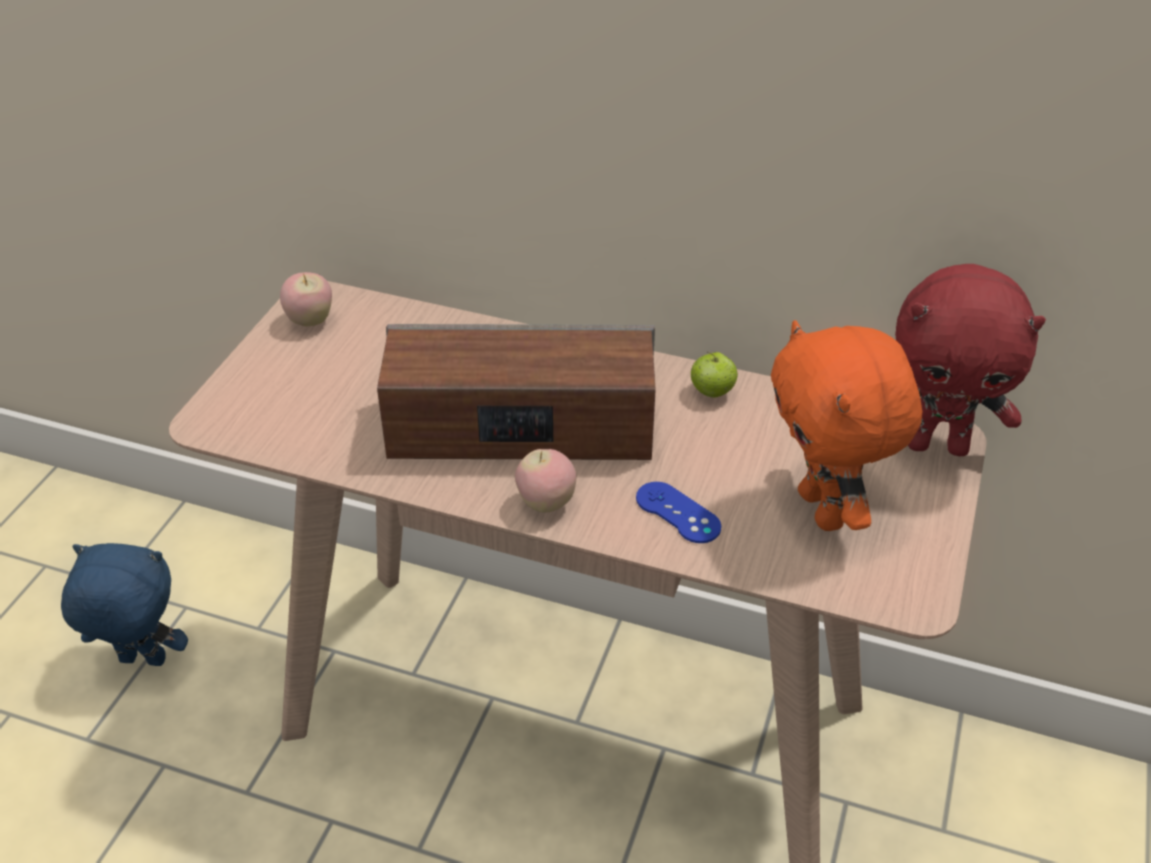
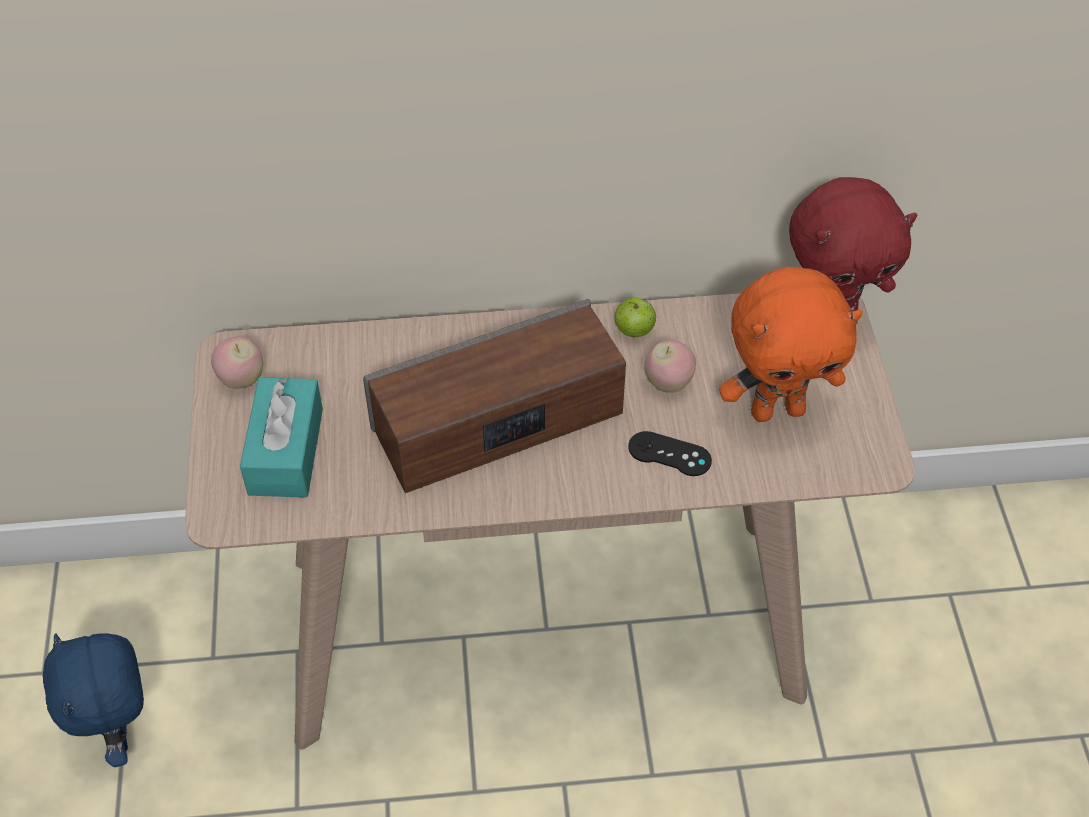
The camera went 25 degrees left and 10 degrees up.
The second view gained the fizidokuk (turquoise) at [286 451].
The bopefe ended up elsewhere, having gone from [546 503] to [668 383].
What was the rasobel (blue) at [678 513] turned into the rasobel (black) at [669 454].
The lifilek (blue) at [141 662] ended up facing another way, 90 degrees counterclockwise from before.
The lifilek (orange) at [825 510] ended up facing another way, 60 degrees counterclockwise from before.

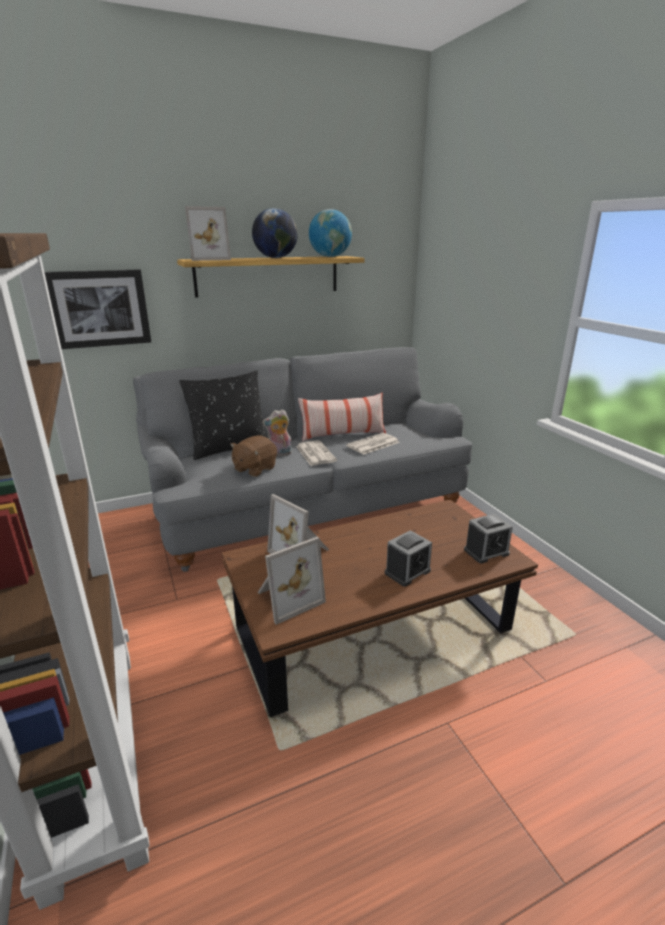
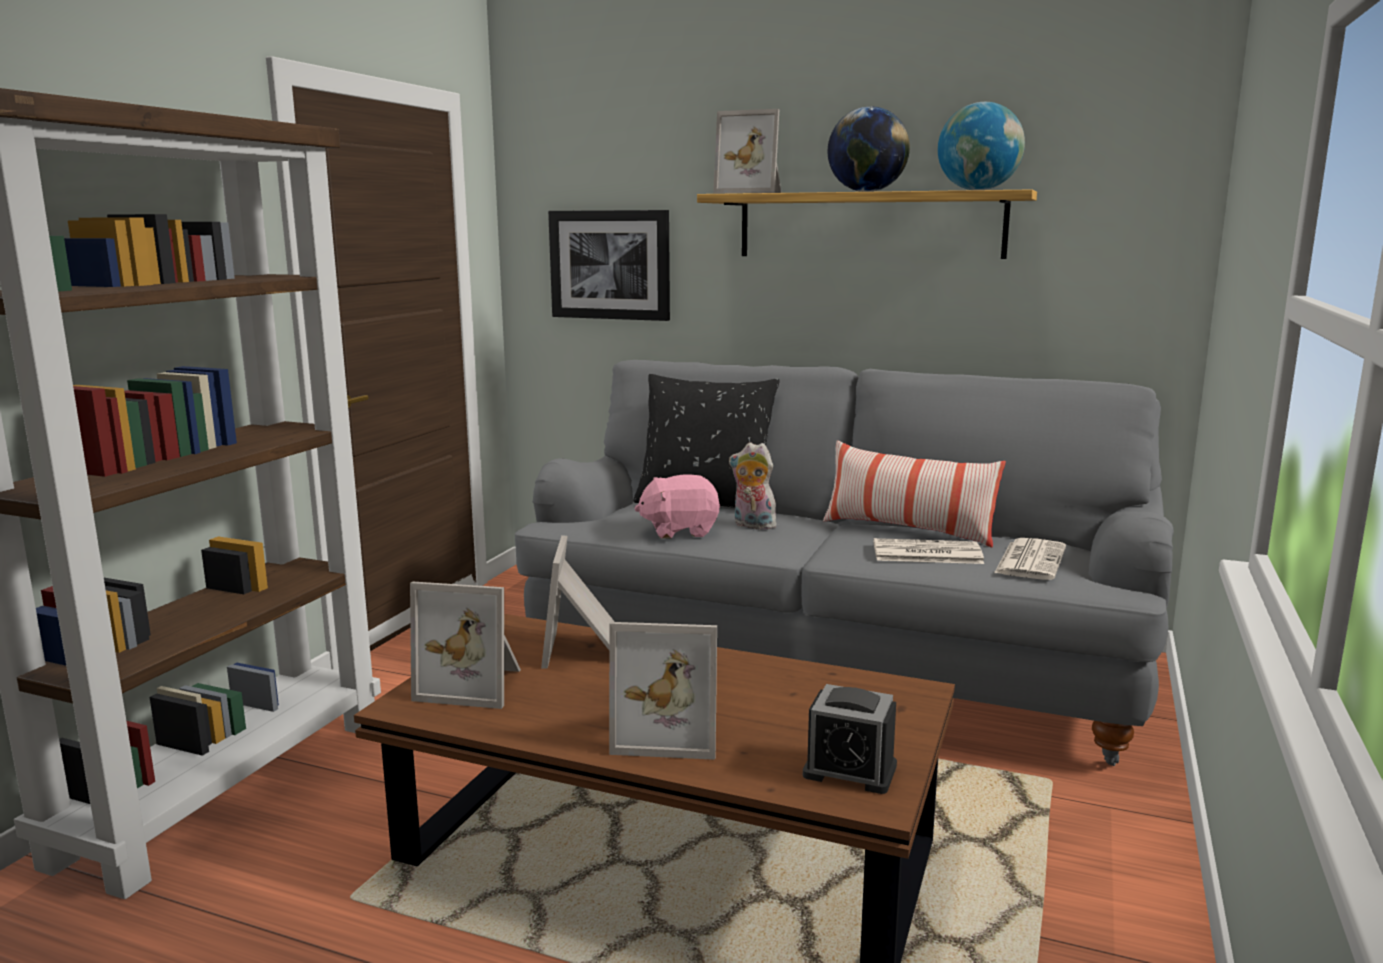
The camera went 45 degrees right and 10 degrees down.
The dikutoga ended up elsewhere, having gone from [315 453] to [1030 560].
Where the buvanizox stood at [407 572], the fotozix came to stand at [668 732].
What was the lifilek (brown) at [254 469] turned into the lifilek (pink) at [679 531].

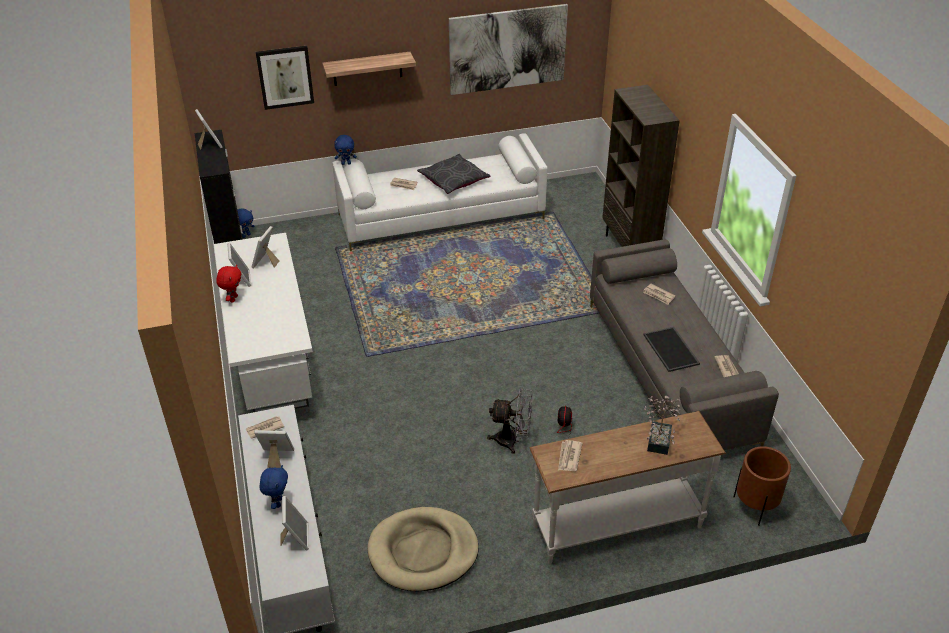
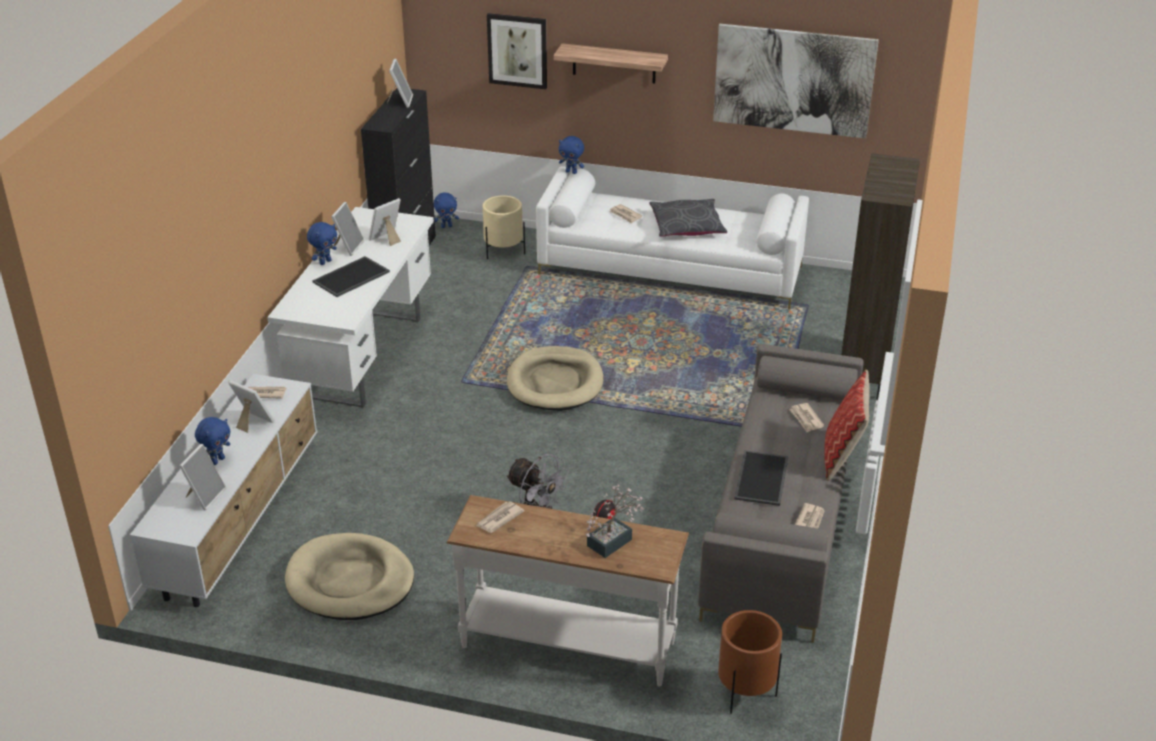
The camera went 30 degrees right and 5 degrees down.
The second view gained the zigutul at [351 278].
The second view gained the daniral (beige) at [503 251].
The second view gained the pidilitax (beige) at [555 383].
The second view gained the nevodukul at [842 456].
What was the lifilek (red) at [233 299] turned into the lifilek (blue) at [325 262].

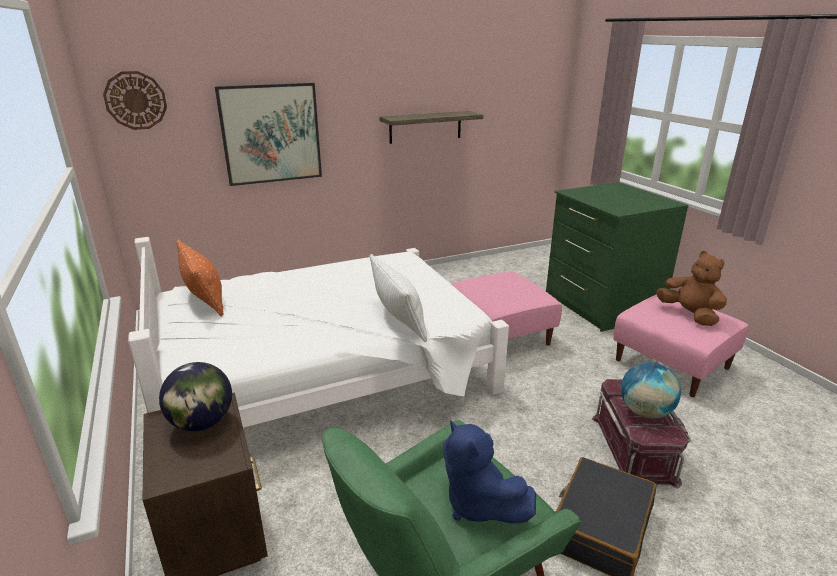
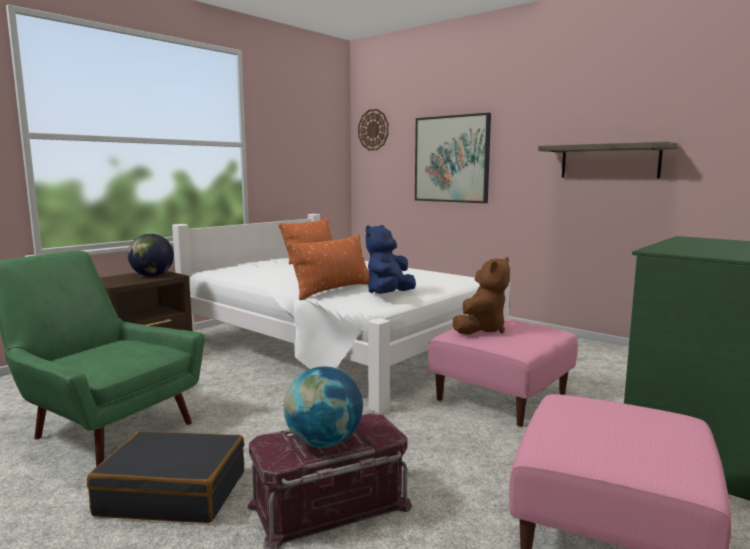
The camera went 65 degrees right and 15 degrees down.
The lifilek (blue) ended up elsewhere, having gone from [478 504] to [389 295].
The lifilek (brown) ended up elsewhere, having gone from [689 315] to [481 329].
What was the nevodukul (white) at [398 319] turned into the nevodukul (orange) at [333 290].

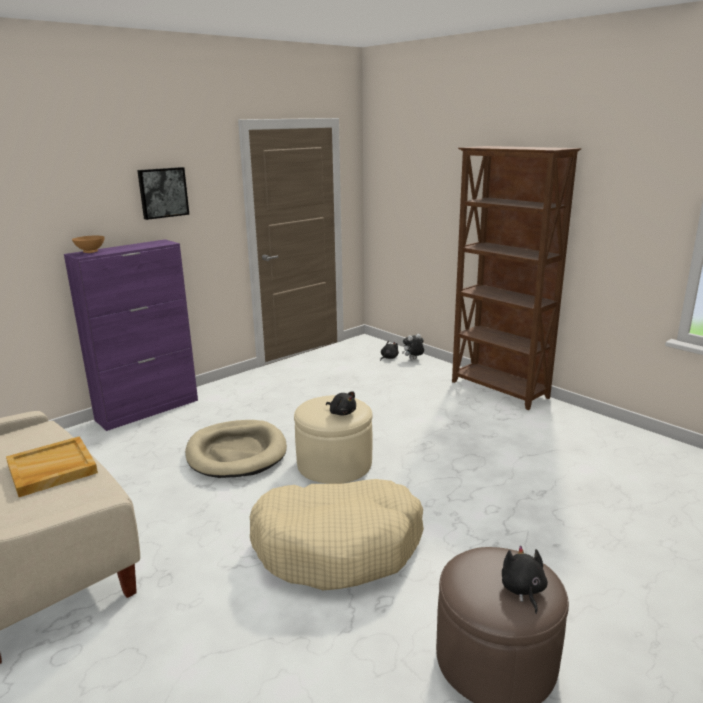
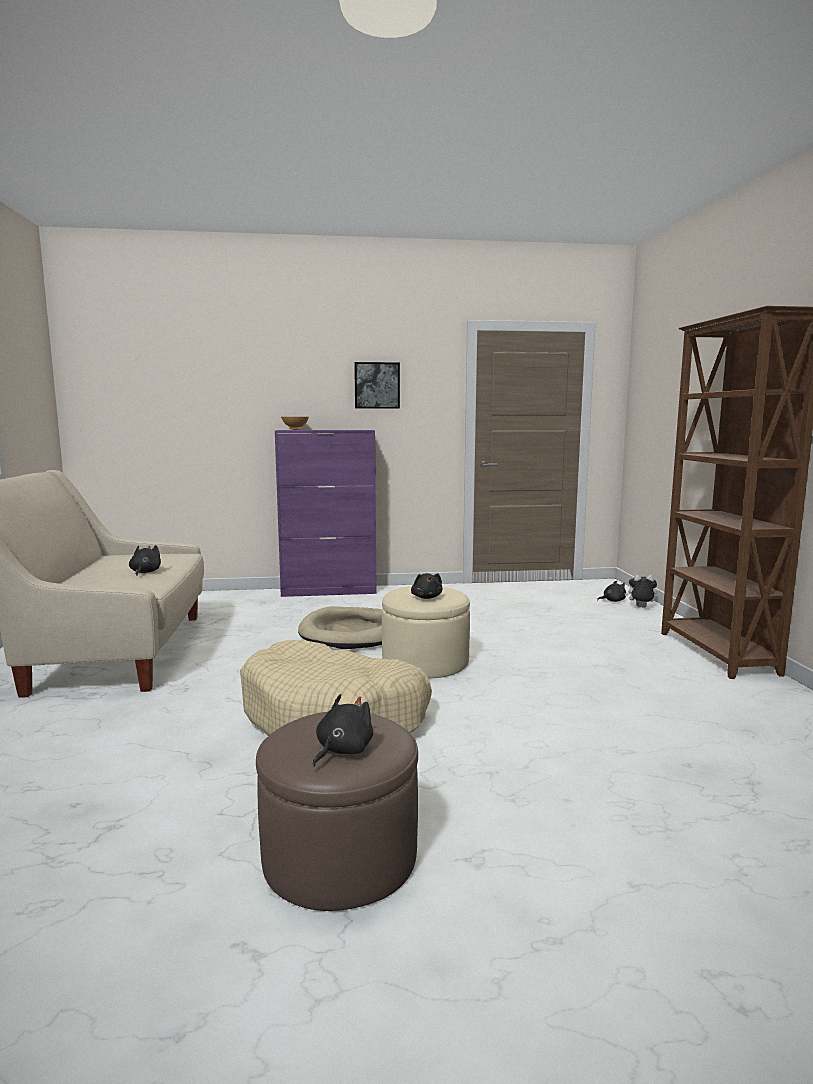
The camera went 35 degrees right and 10 degrees down.
Where the zigutul (beige) stood at [51 469], the lifilek (black) came to stand at [145 572].

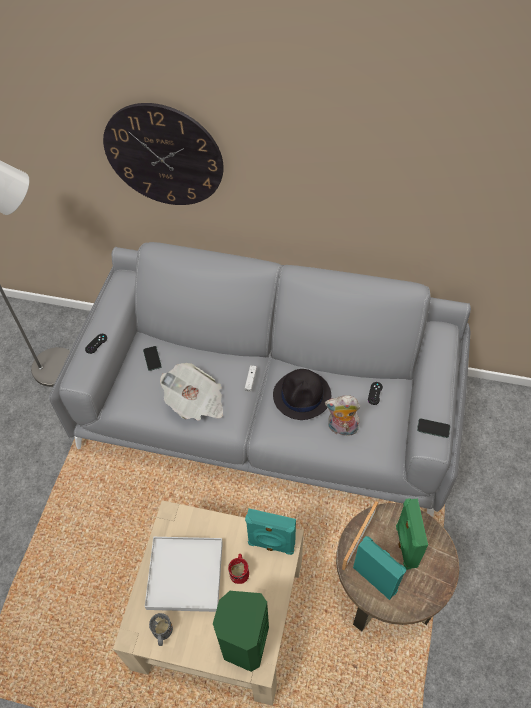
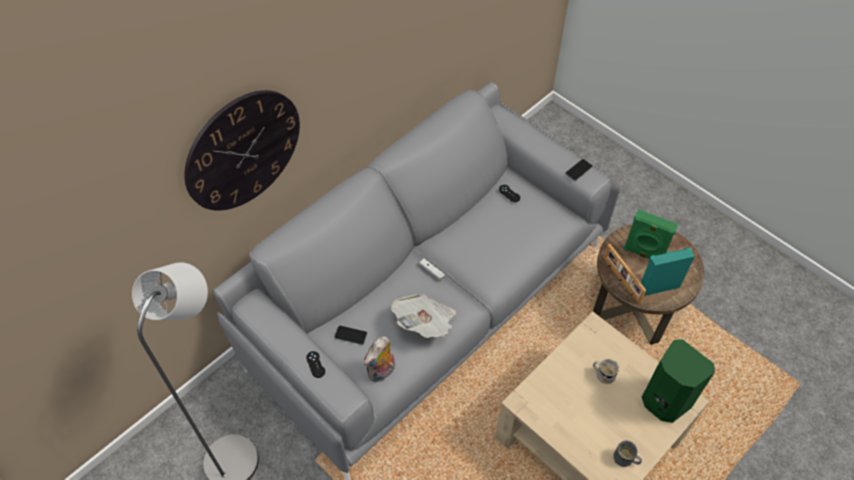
The camera went 60 degrees left and 0 degrees up.
The second view lost the zigutul (white) at [185 574].
The second view lost the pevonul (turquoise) at [271 545].
The second view lost the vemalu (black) at [302 395].
The lifilek ended up elsewhere, having gone from [341 429] to [382 372].
What was the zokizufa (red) at [240 571] turned into the zokizufa (white) at [602 374].

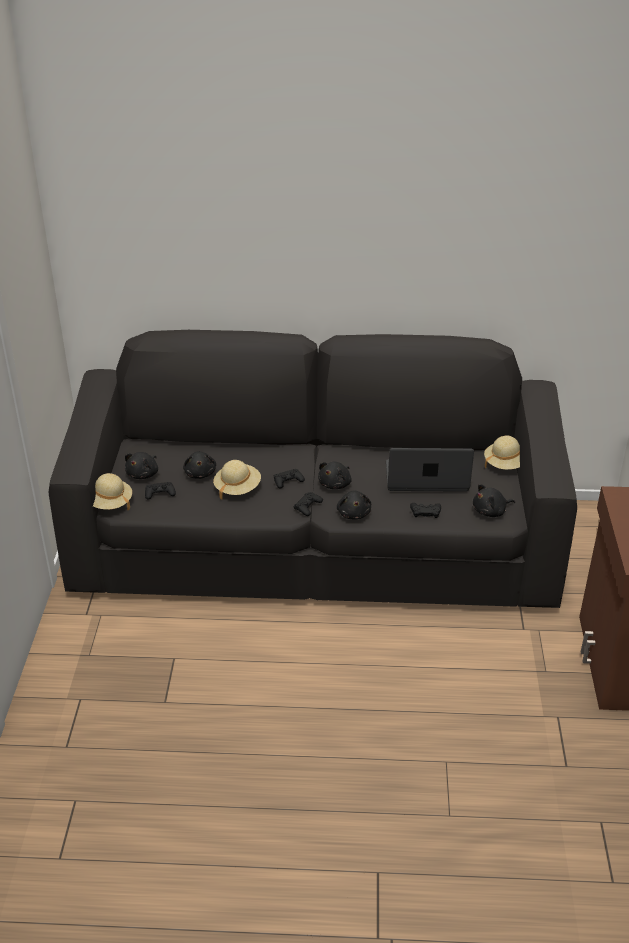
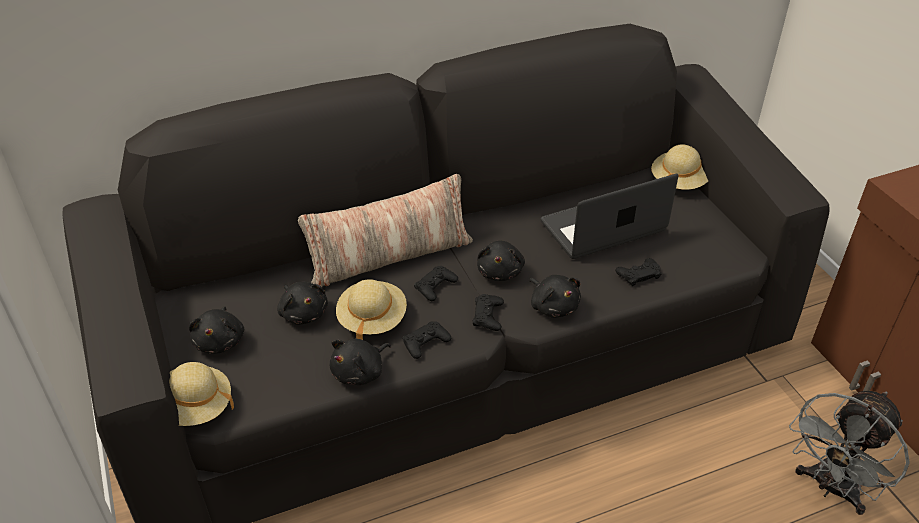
The camera went 25 degrees left and 5 degrees up.
The second view gained the nevodukul at [389 257].
The second view gained the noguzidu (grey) at [831 488].
The rasobel (black) ended up elsewhere, having gone from [160 493] to [425 343].
The lifilek (black) ended up elsewhere, having gone from [491 511] to [360 372].

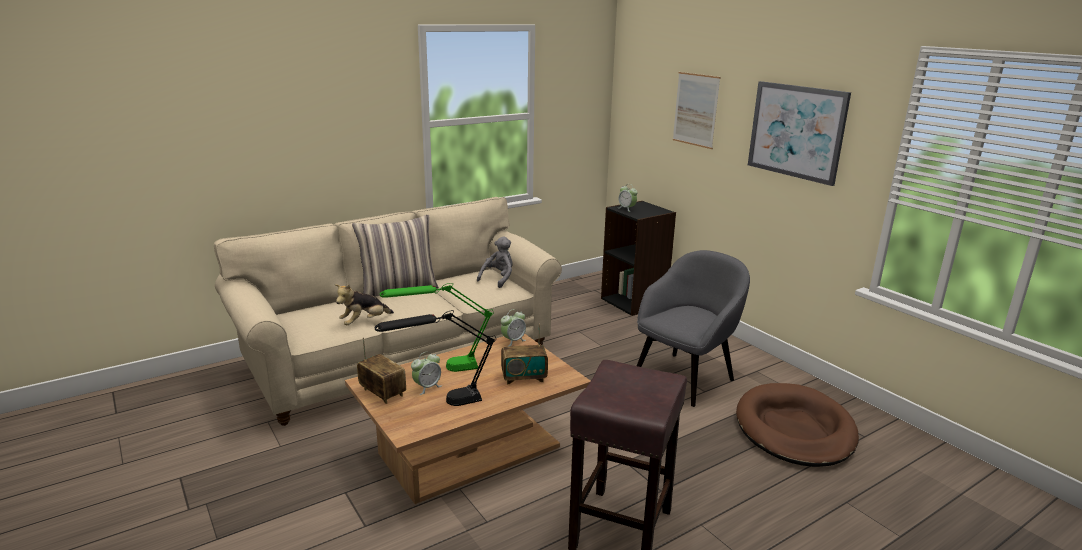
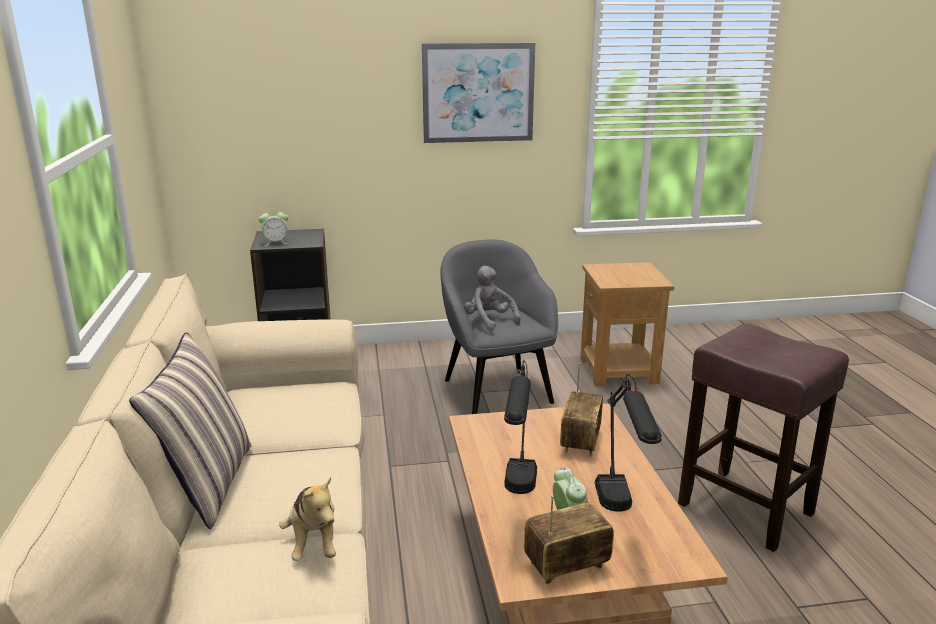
The camera went 65 degrees left and 0 degrees up.
The second view lost the buvanizox at [513 341].
The second view lost the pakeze at [695 110].
The lifilek (grey) ended up elsewhere, having gone from [498 279] to [489 321].
Where the pidilitax (brown) stood at [794 429], the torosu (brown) came to stand at [619 371].
What was the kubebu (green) at [441 368] turned into the kubebu (black) at [518 498].

